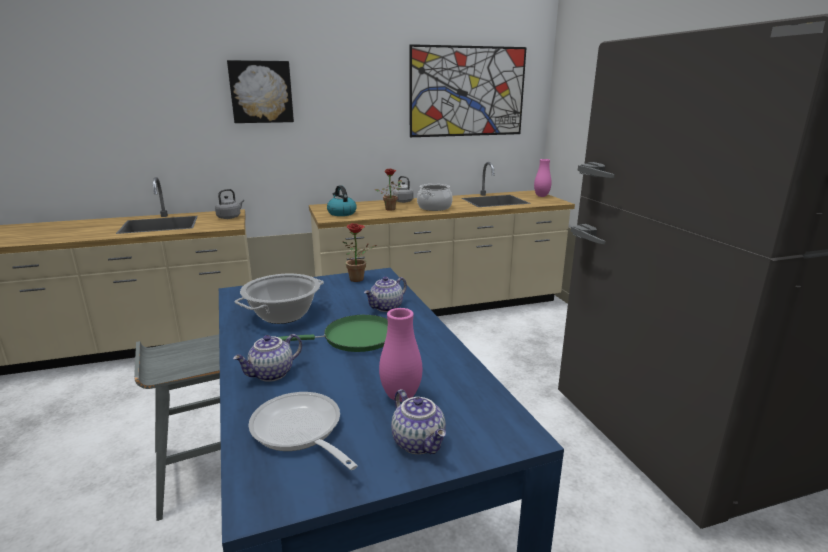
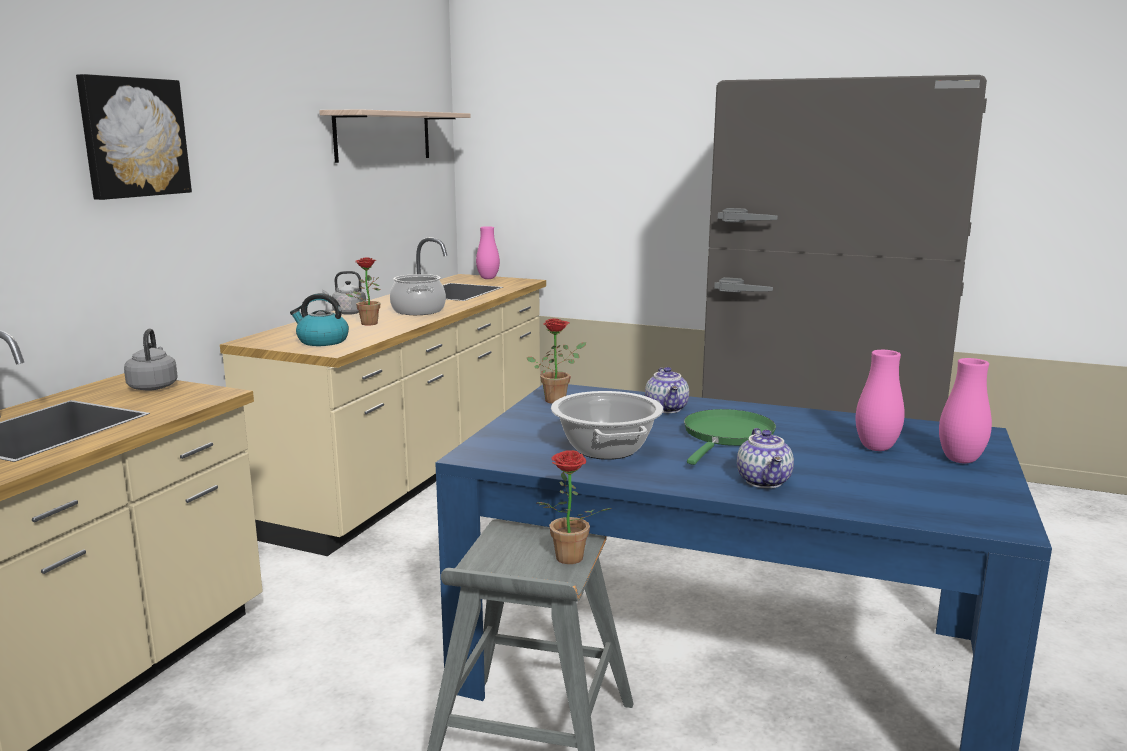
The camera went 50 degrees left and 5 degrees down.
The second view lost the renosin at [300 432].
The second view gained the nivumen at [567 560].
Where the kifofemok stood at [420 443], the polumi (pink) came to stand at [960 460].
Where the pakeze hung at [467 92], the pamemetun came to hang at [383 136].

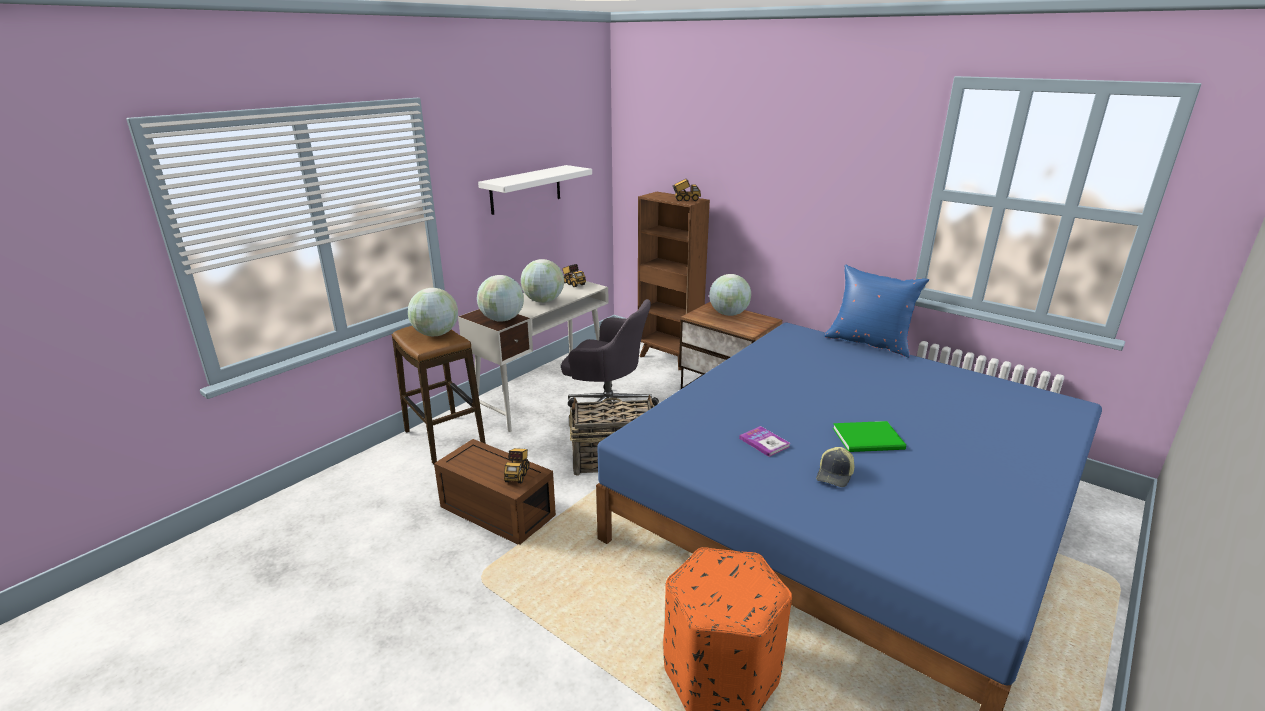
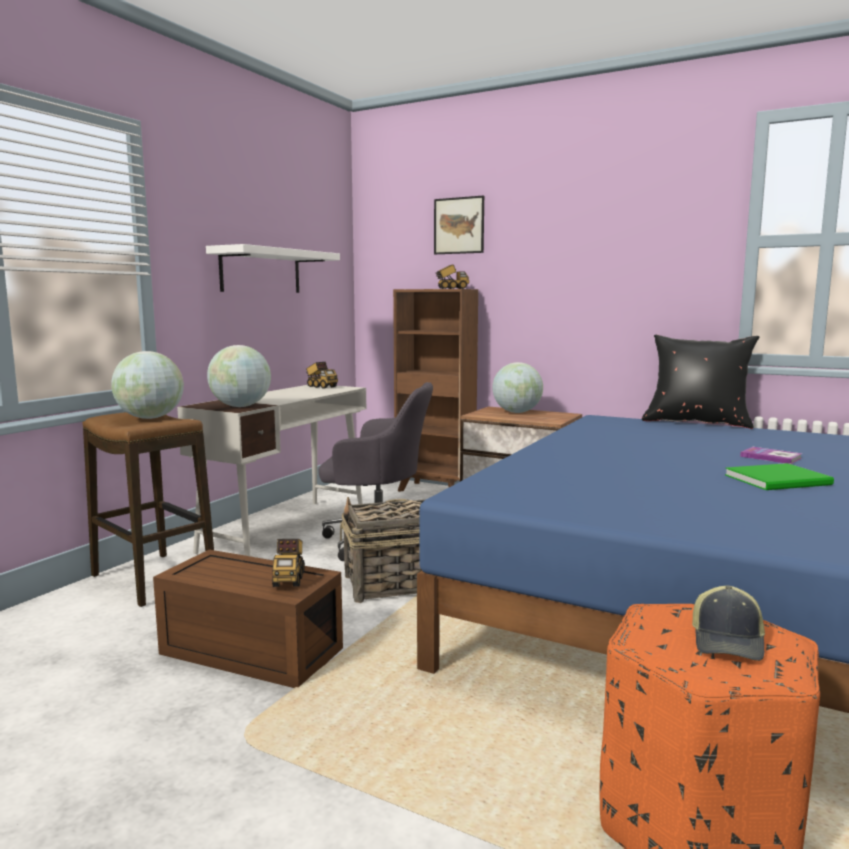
The camera went 10 degrees left and 15 degrees down.
The second view lost the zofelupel at [543 301].
The second view gained the pakeze at [459 225].
The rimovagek ended up elsewhere, having gone from [764 442] to [770 457].
The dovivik ended up elsewhere, having gone from [835 475] to [728 641].
What was the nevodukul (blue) at [869 343] turned into the nevodukul (black) at [697 422].

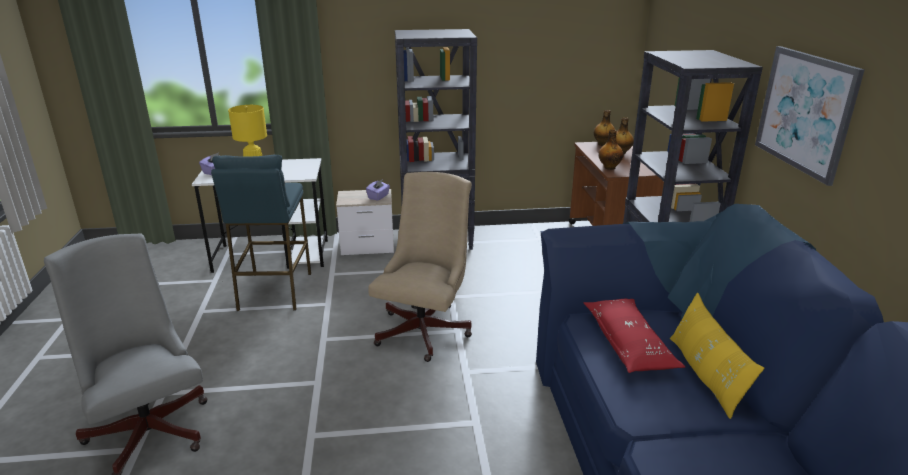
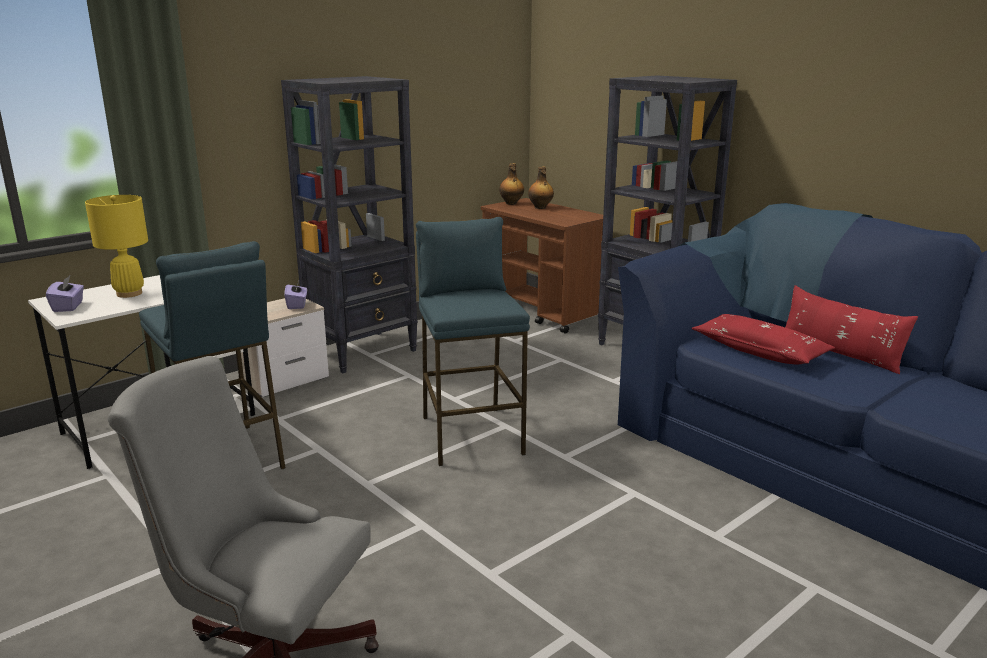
The camera went 35 degrees left and 5 degrees down.
The second view lost the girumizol at [609 167].
The second view lost the pakeze at [805 112].
Where the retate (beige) stood at [426 329], the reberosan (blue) came to stand at [471 435].
What was the nevodukul (yellow) at [705 375] turned into the nevodukul (red) at [839 354].

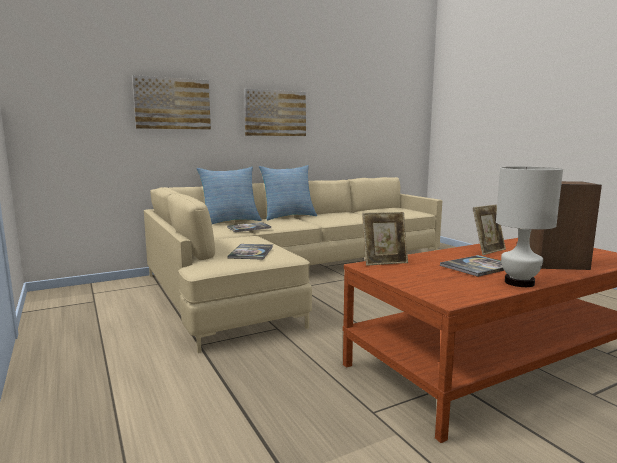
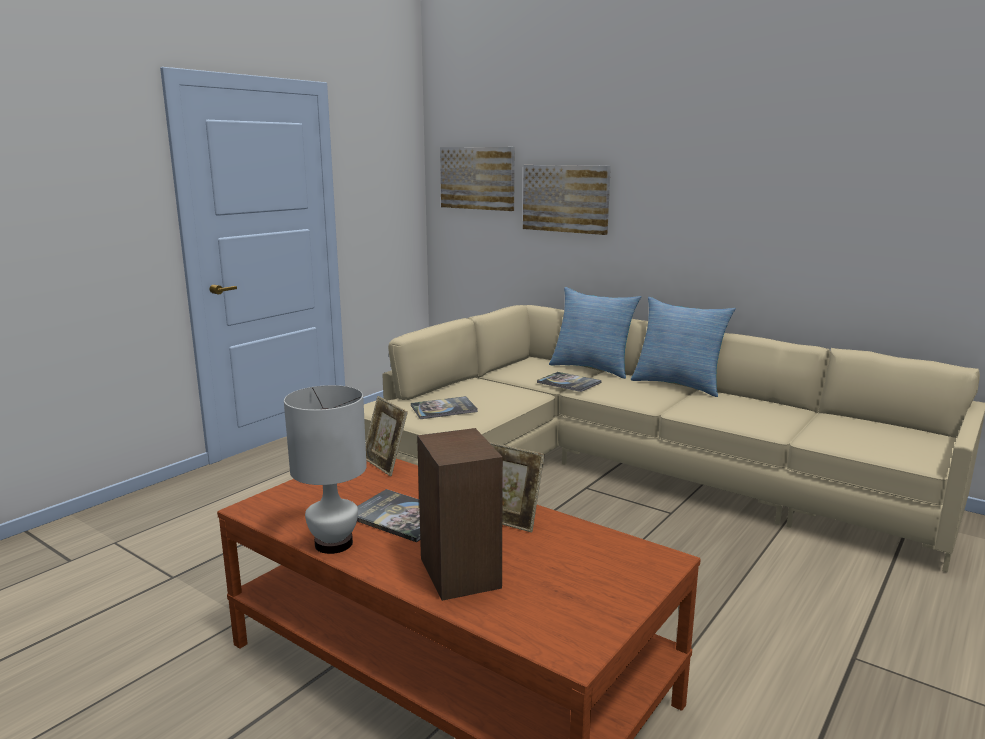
The camera went 65 degrees right and 5 degrees up.
The pakeze ended up elsewhere, having gone from [275 113] to [478 178].

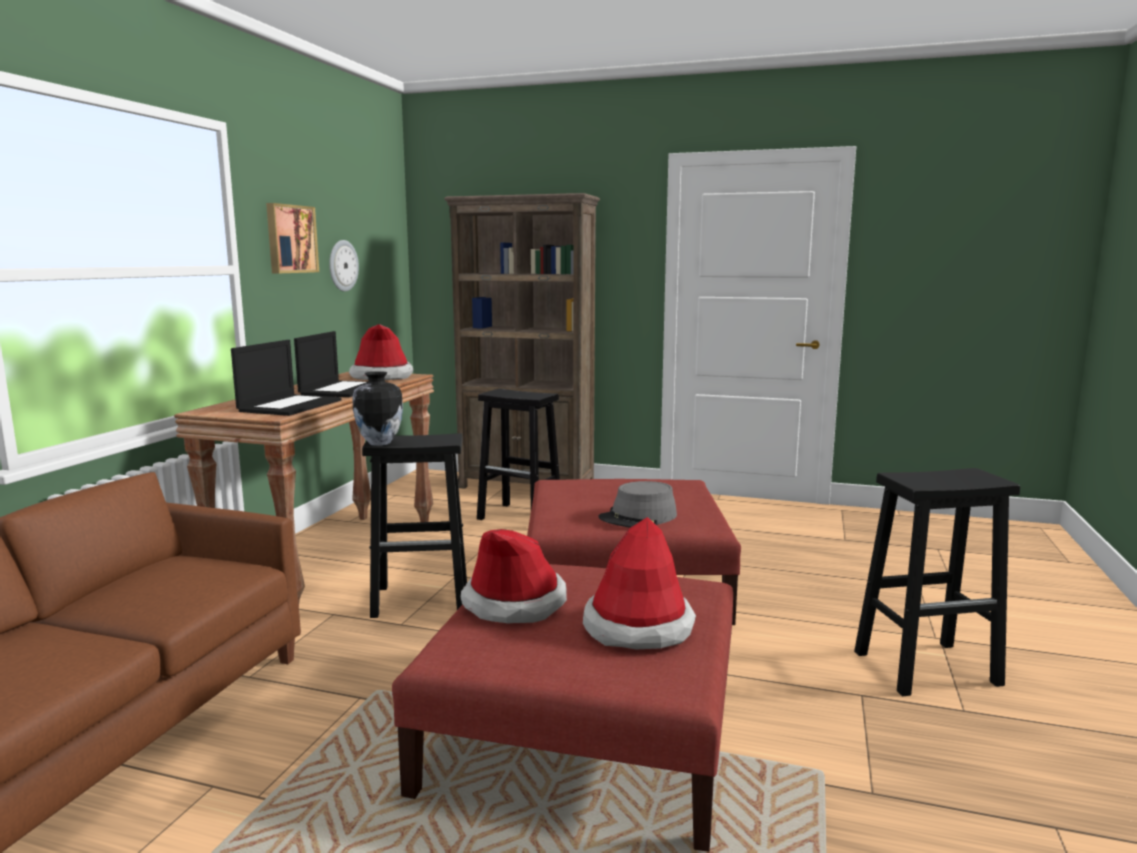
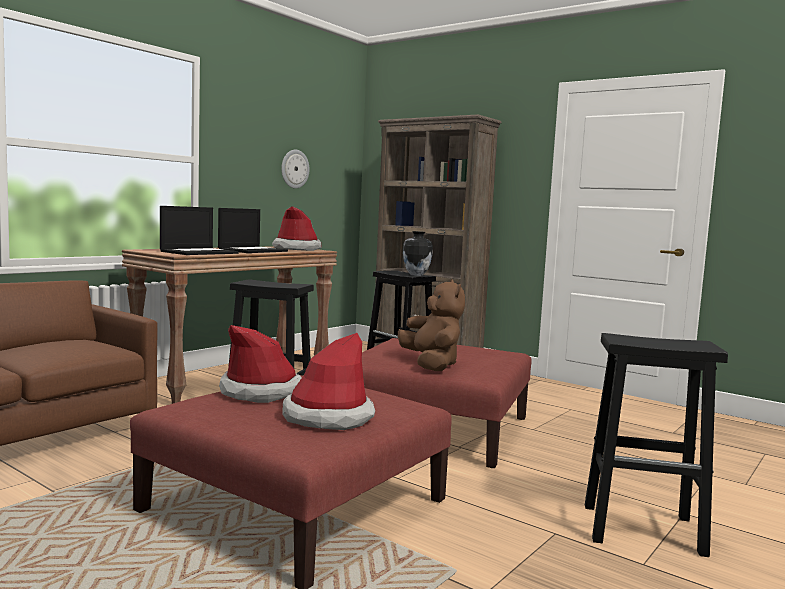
The camera went 20 degrees right and 5 degrees down.
The second view lost the pakeze at [290 239].
The polumi ended up elsewhere, having gone from [379 443] to [416 275].
Where the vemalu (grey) stood at [638 517], the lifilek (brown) came to stand at [431 365].

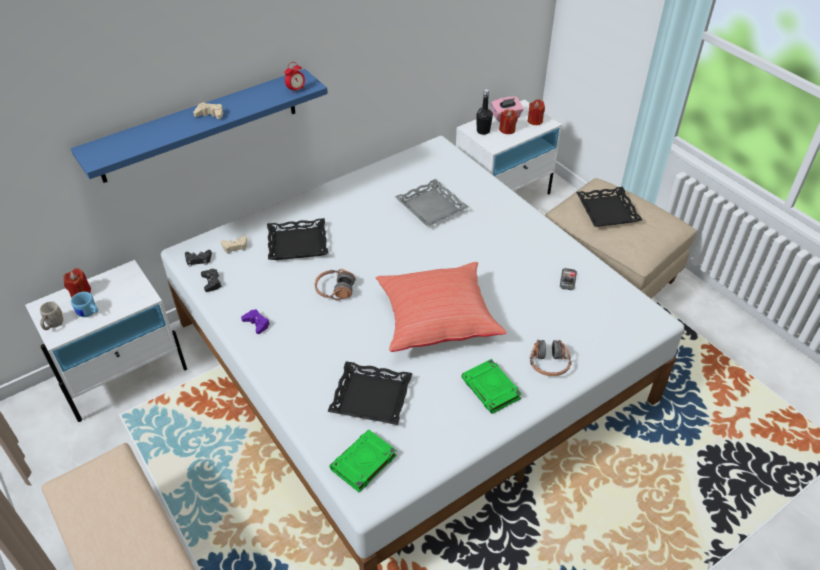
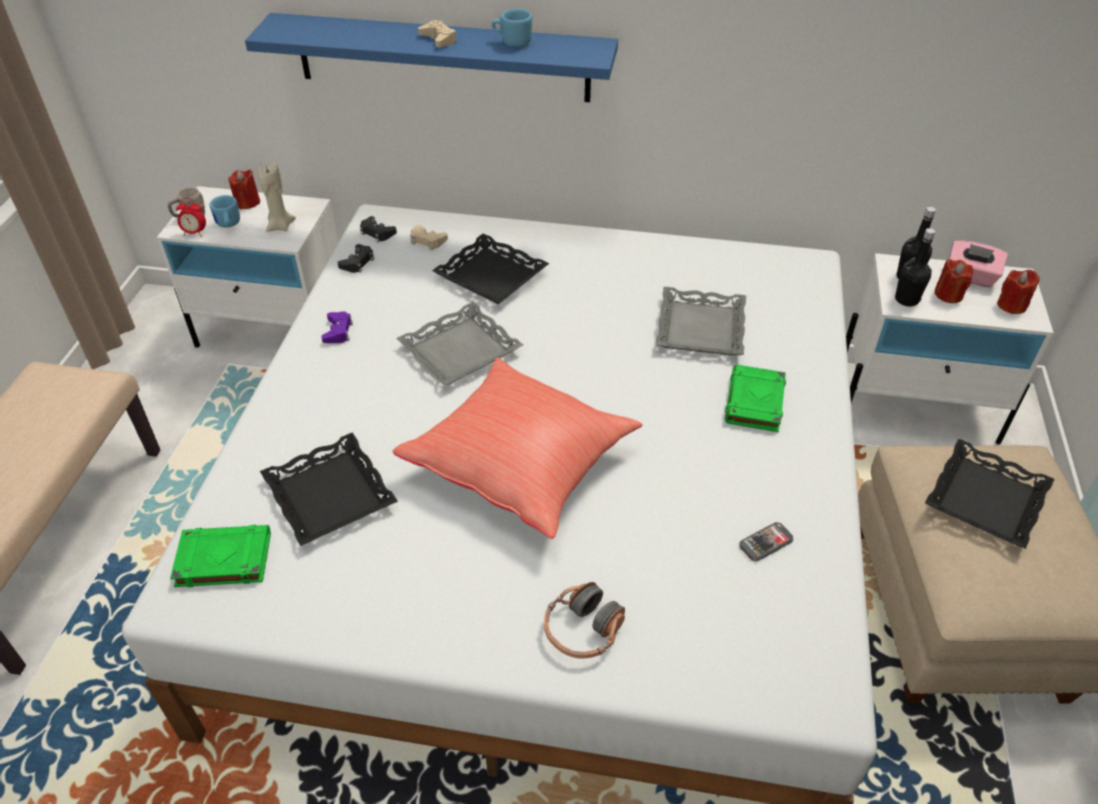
The camera went 45 degrees right and 0 degrees up.
The second view gained the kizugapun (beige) at [280 226].
The second view gained the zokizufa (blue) at [512 42].
The second view gained the girumizol (black) at [906 299].
The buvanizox ended up elsewhere, having gone from [296 90] to [195 233].
The rimovagek (green) ended up elsewhere, having gone from [491 389] to [755 403].
Where the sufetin stood at [335 290], the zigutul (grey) came to stand at [460 350].

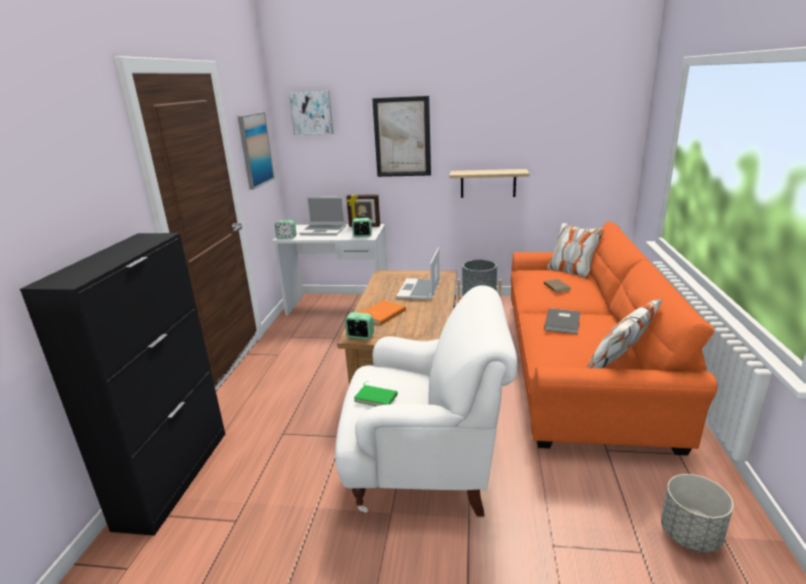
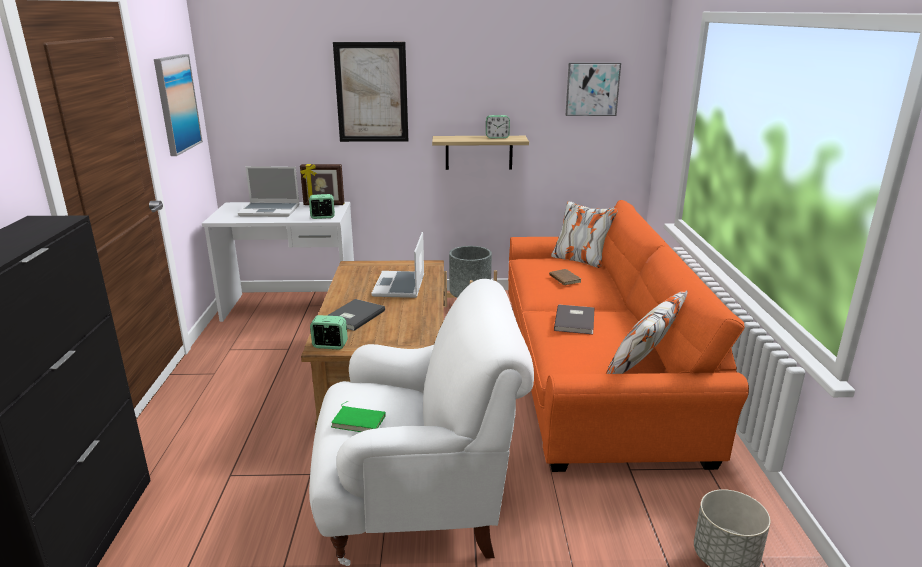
The camera went 10 degrees left and 0 degrees up.
The buvanizox ended up elsewhere, having gone from [286 237] to [497 137].
The pakeze ended up elsewhere, having gone from [312 113] to [592 89].
What was the rimovagek (orange) at [380 314] turned into the rimovagek (grey) at [353 316].

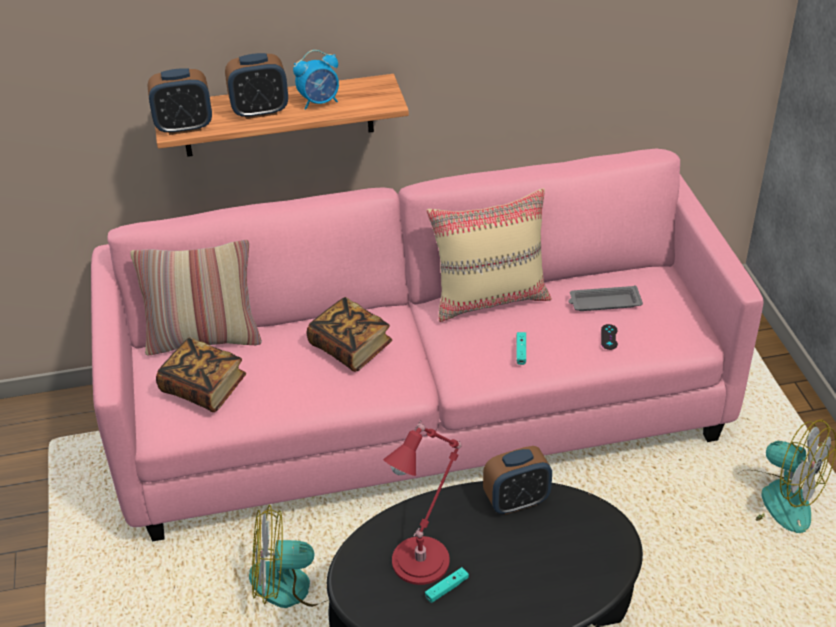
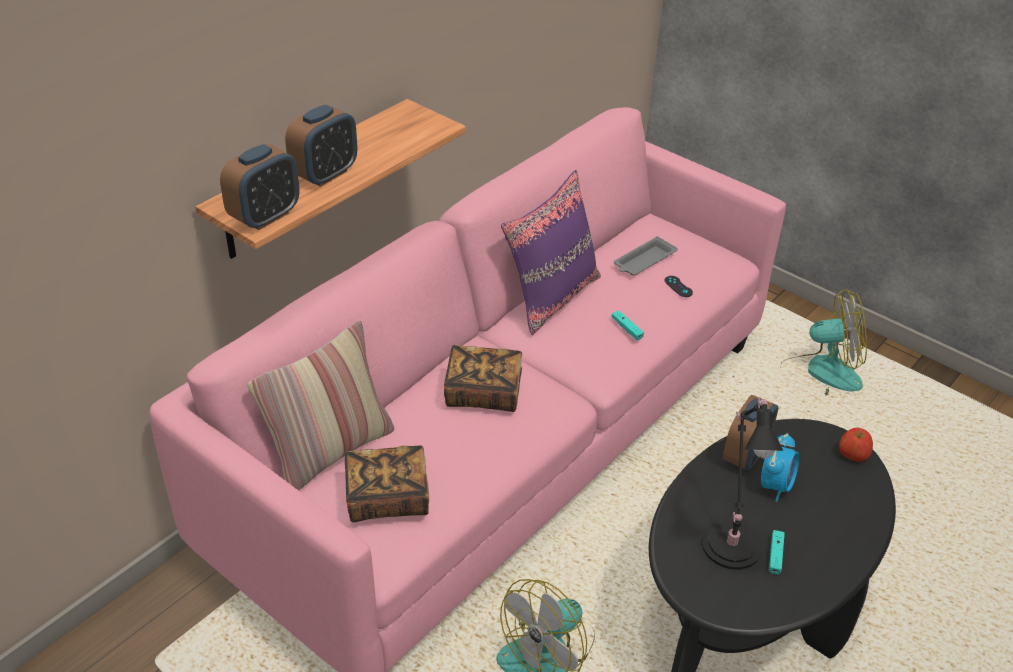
The camera went 40 degrees left and 0 degrees up.
The second view gained the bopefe at [853 454].
The buvanizox ended up elsewhere, having gone from [319 102] to [775 485].
What was the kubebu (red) at [424 557] turned into the kubebu (black) at [731 541].
What was the nevodukul (beige) at [490 299] turned into the nevodukul (purple) at [551 297].

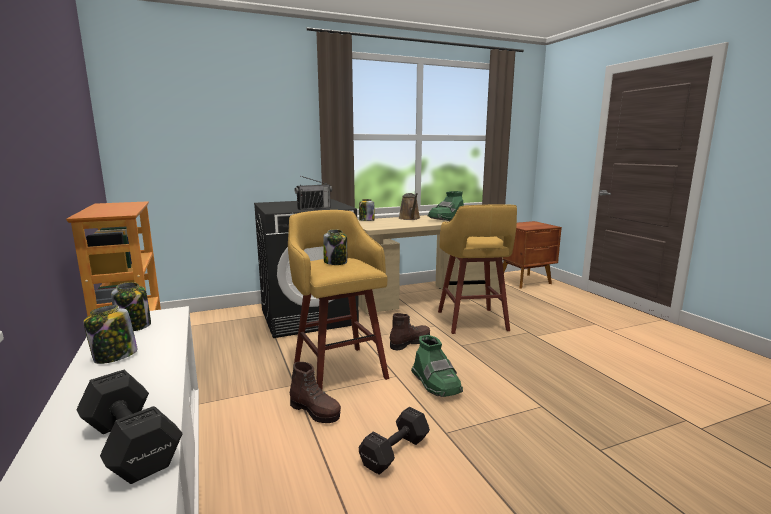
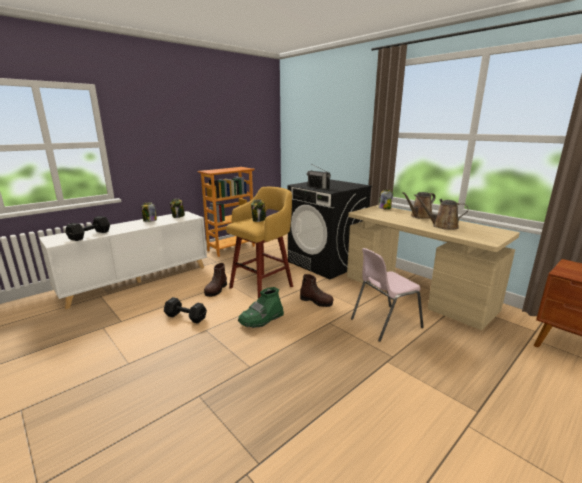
The camera went 70 degrees right and 5 degrees up.
Where the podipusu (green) stood at [447 219], the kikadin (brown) came to stand at [442 226].
Where the reberosan (yellow) stood at [472 322], the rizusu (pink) came to stand at [384 323].

